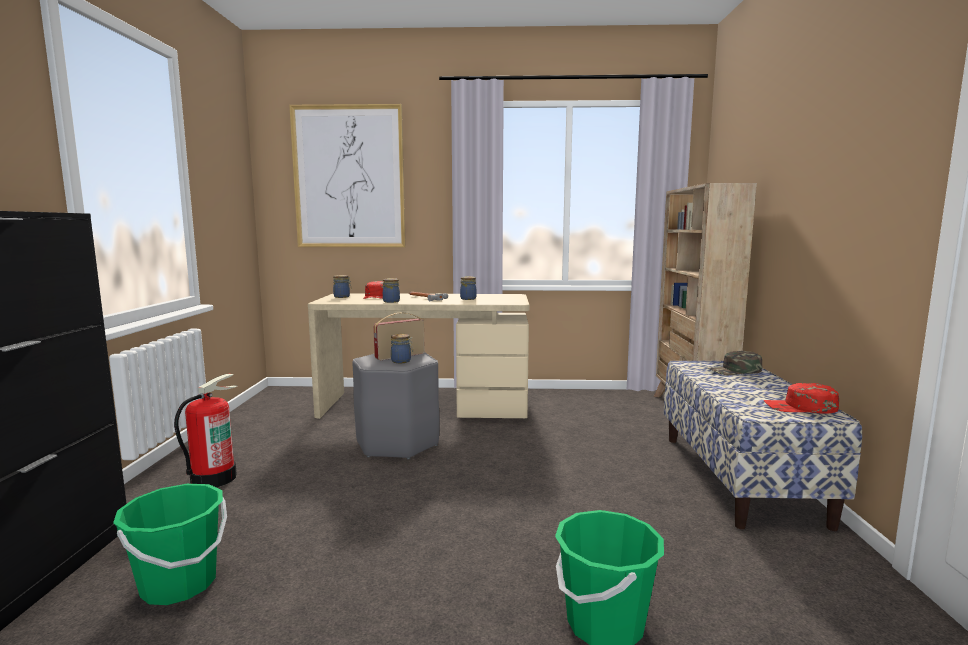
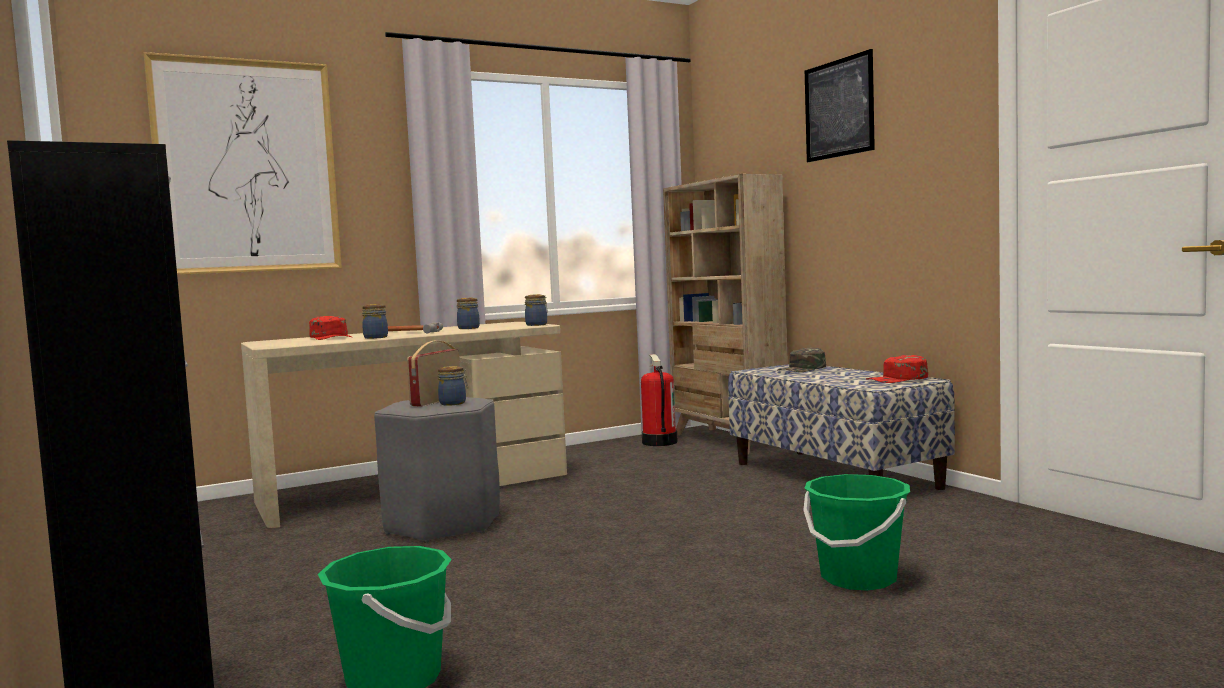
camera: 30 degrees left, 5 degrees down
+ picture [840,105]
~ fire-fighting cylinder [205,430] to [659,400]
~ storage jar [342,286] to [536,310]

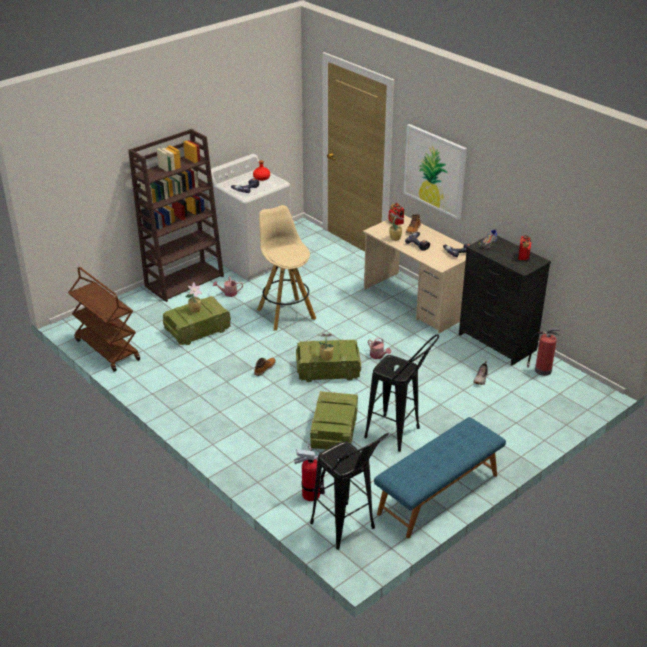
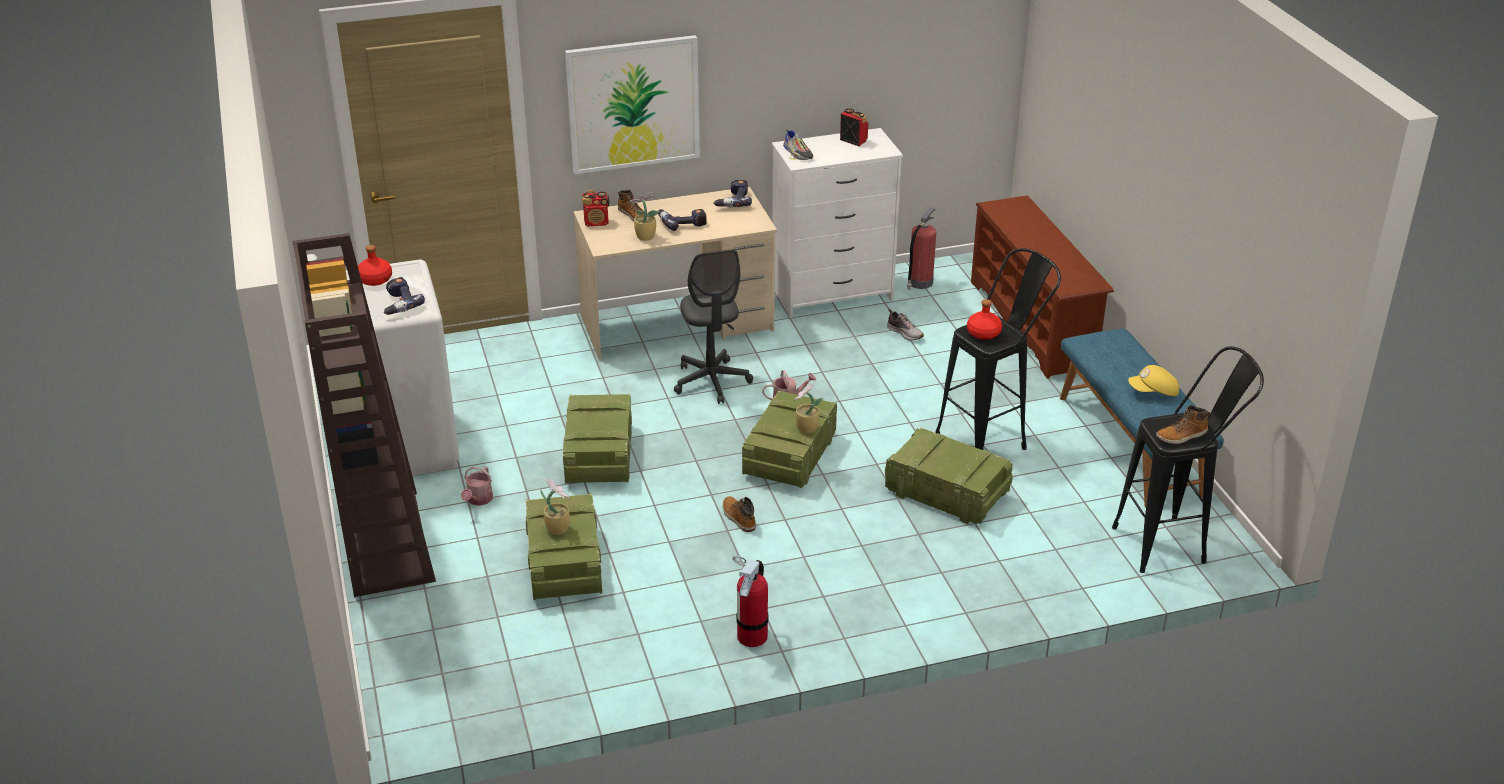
camera: 65 degrees left, 0 degrees up
- cart (brown) [104,319]
+ computer chair (greyish) [713,326]
+ beverage bottle (red) [984,319]
+ shoe shelf (brown) [1042,286]
+ cap (yellow) [1153,380]
+ high-top boot [1183,424]
~ fire-fighting cylinder [310,472] to [751,601]
~ sitting stool (beige) [286,267] to crate [597,438]
~ chest of drawers (blackish) [505,301] to chest of drawers (white-coloured) [837,223]

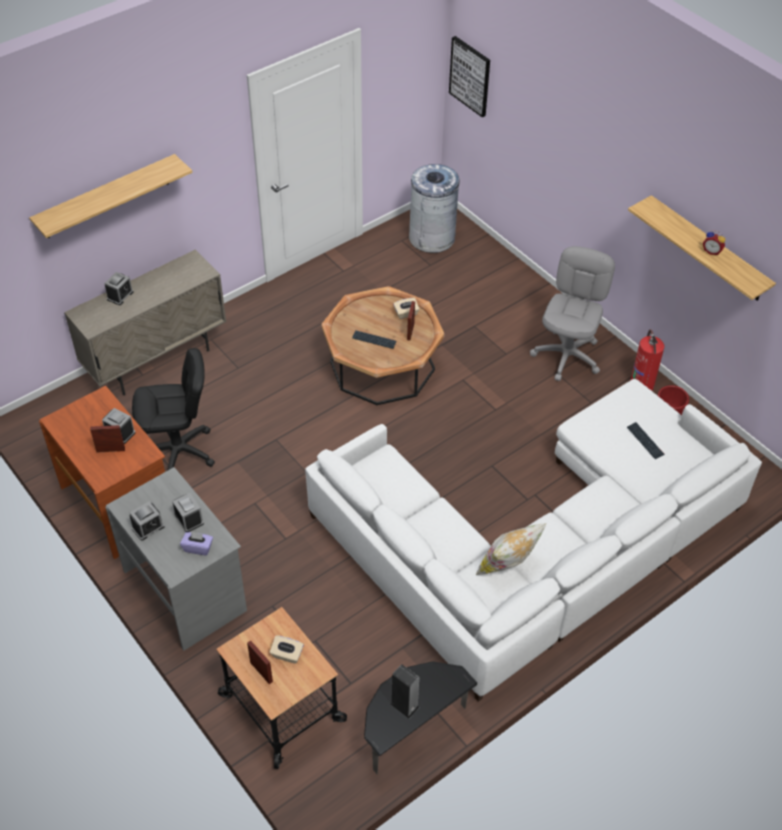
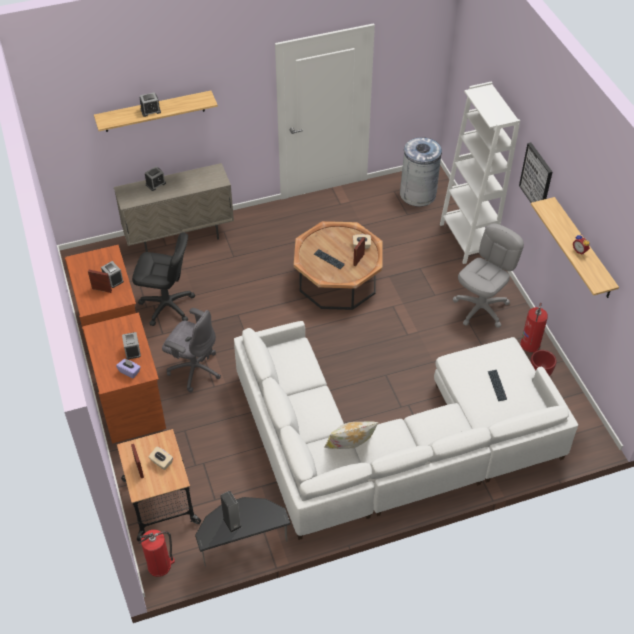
camera: 20 degrees right, 0 degrees up
+ fire-fighting cylinder [156,553]
+ computer chair (greyish) [191,350]
+ bookshelf (white-coloured) [480,172]
~ table clock [147,521] to [150,104]
~ picture [469,76] to [535,173]
~ desk table (greyish) [176,559] to desk table (brown) [124,378]

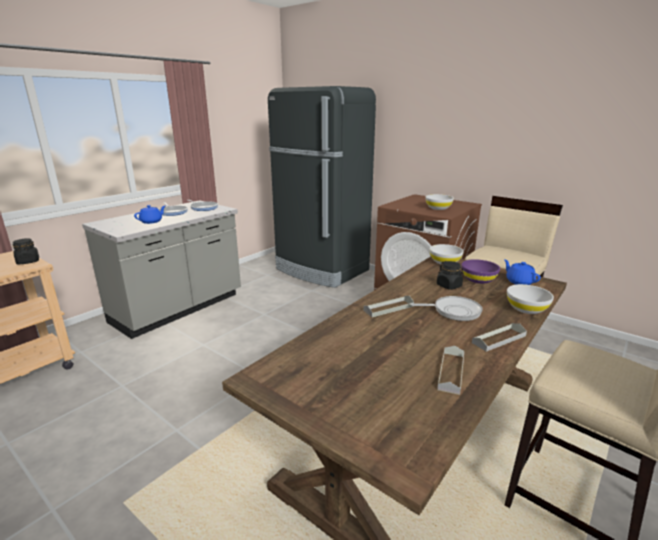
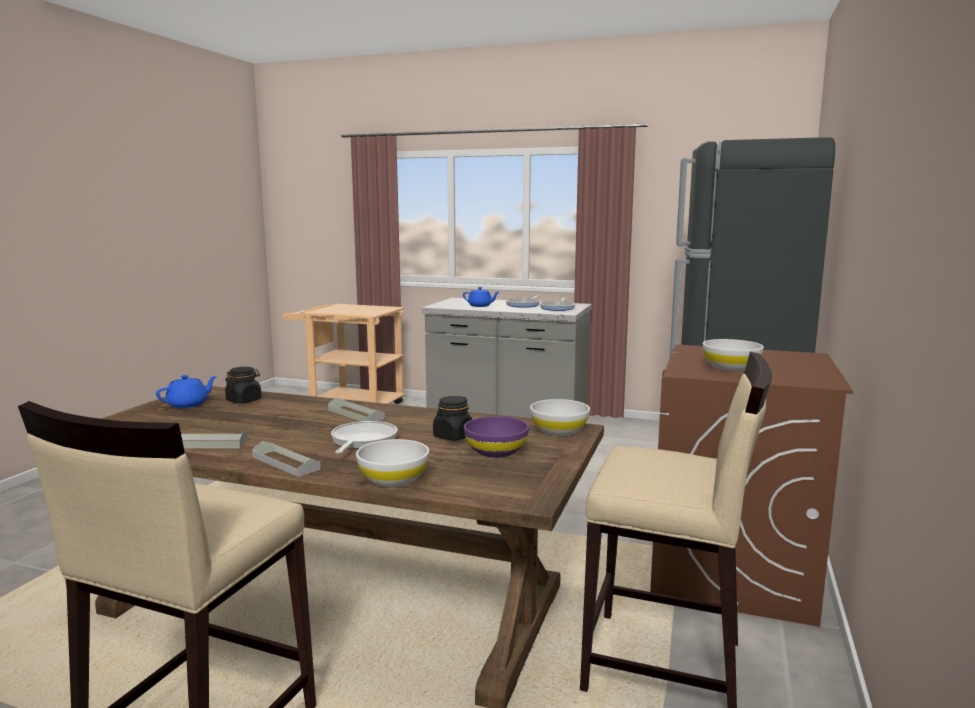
camera: 70 degrees right, 10 degrees down
~ storage jar (blackish) [26,251] to [243,385]
~ pot for tea (blue) [522,272] to [186,391]
~ skillet [446,308] = [364,437] 150 degrees counterclockwise

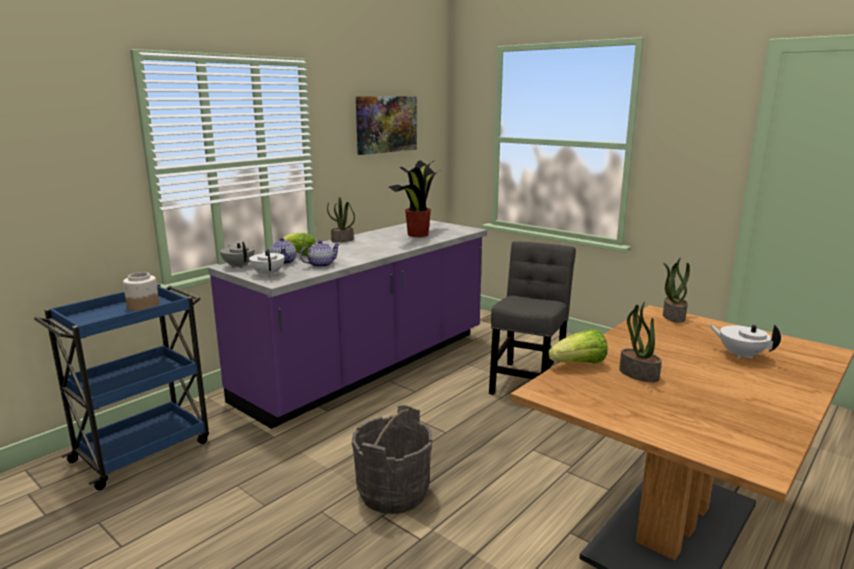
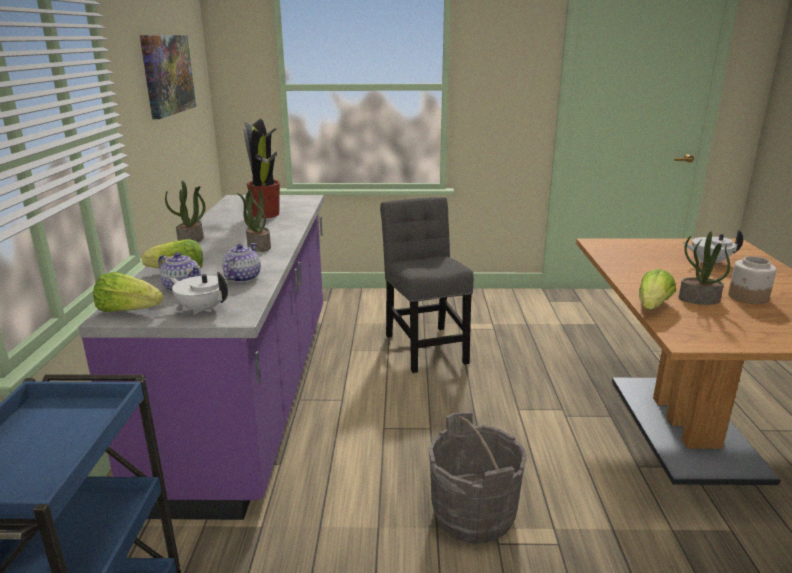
camera: 40 degrees left, 5 degrees up
~ storage jar [141,291] to [752,280]
~ houseplant [676,290] to [254,218]
~ pot for tea (greyish) [237,254] to head of lettuce [128,292]

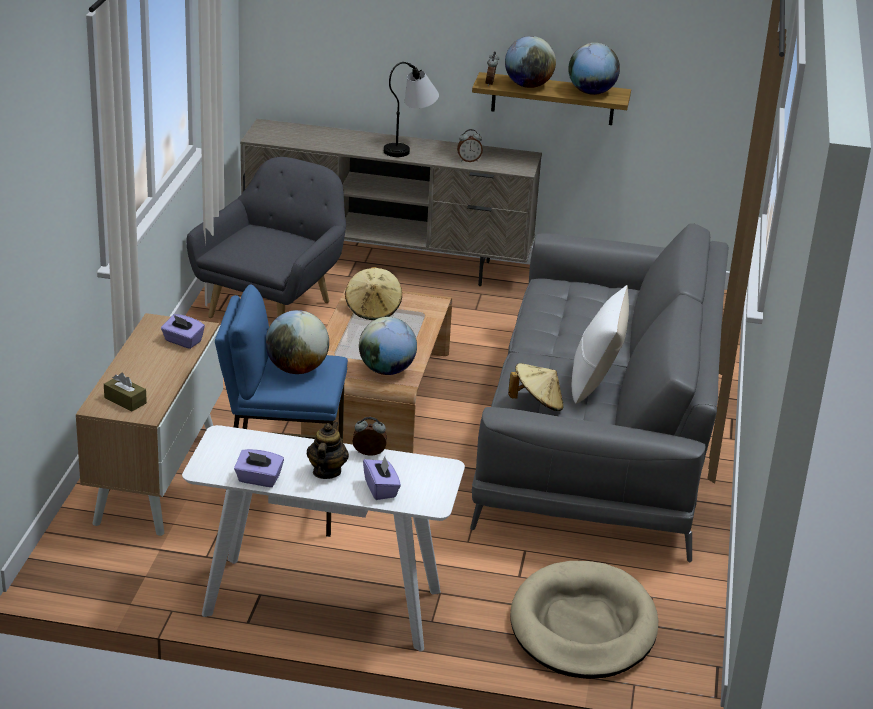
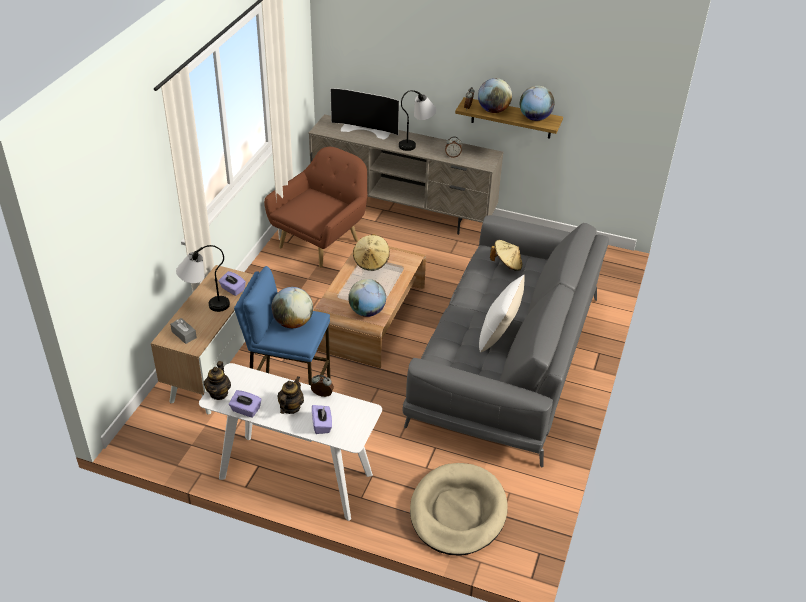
camera: 10 degrees right, 10 degrees up
+ lamp for a table [203,278]
+ pot for tea [217,380]
+ television [364,114]
~ wearable hat (beige) [536,387] to [506,255]
~ tissue holder (brown) [125,392] to tissue holder (greyish) [183,331]
~ armchair (greyish) [266,237] to armchair (brown) [315,207]

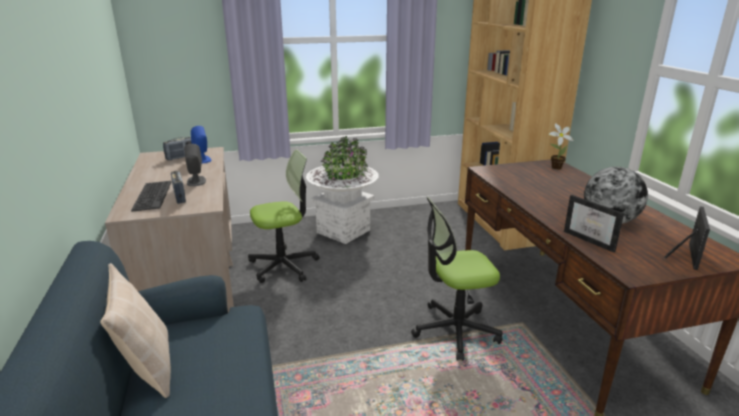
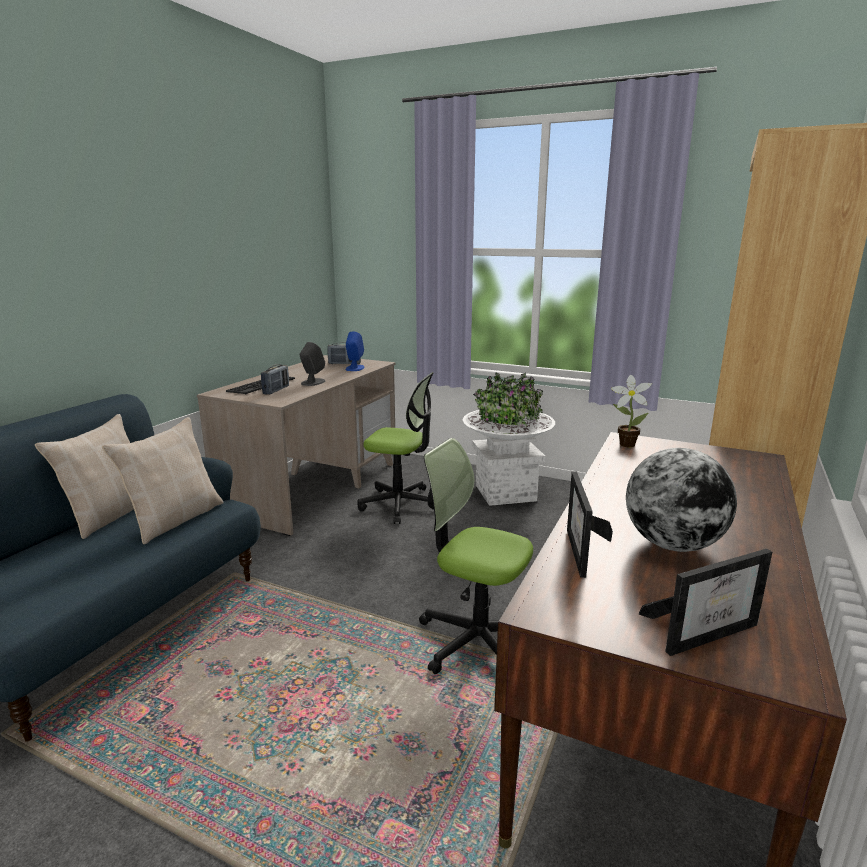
camera: 40 degrees right, 5 degrees down
+ cushion (beige) [163,480]
~ houseplant [561,146] to [631,411]

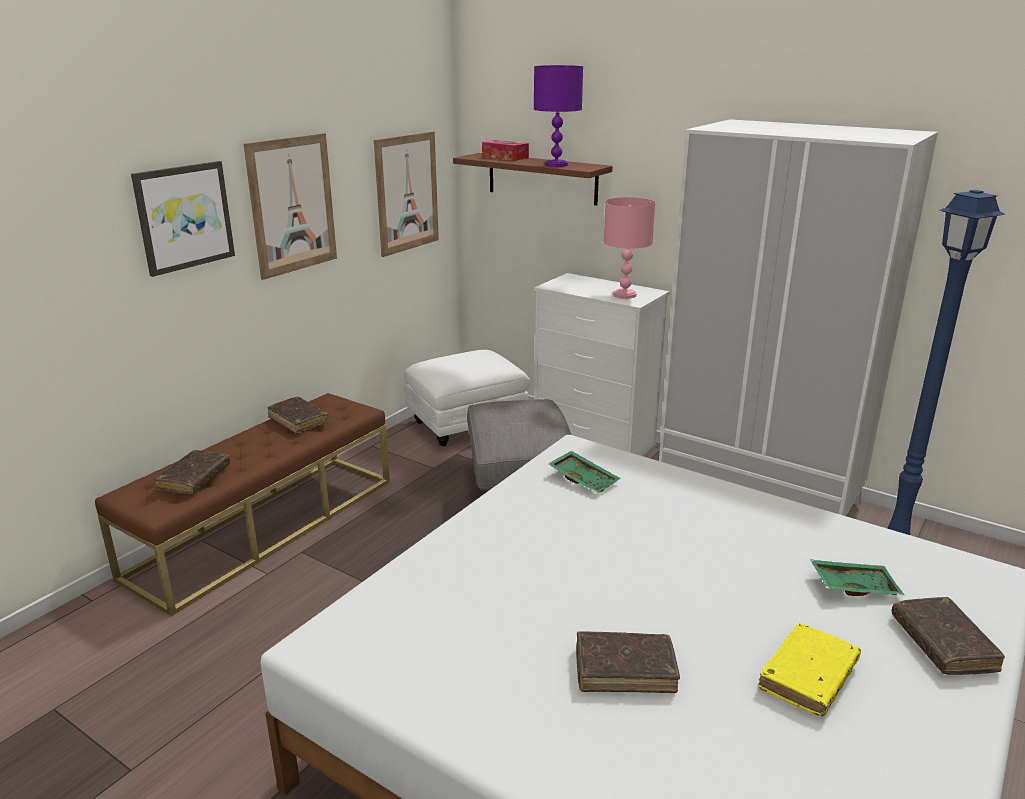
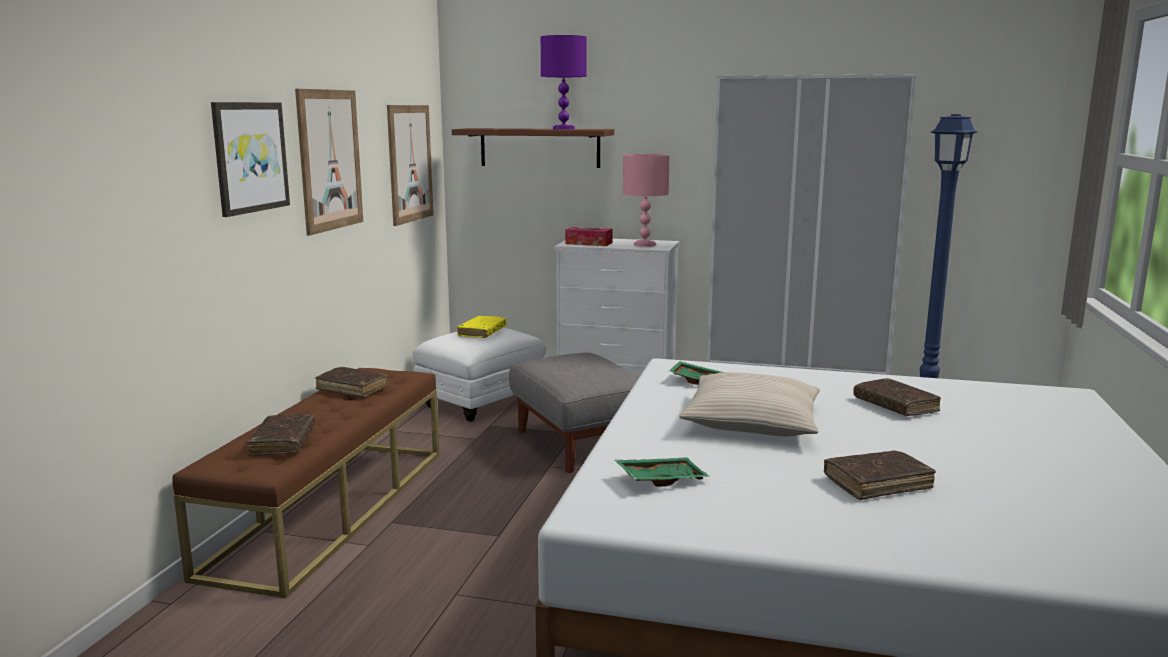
camera: 20 degrees left, 10 degrees down
+ cushion (beige) [749,404]
~ tissue holder [505,150] to [589,236]
~ book (yellow) [810,669] to [481,327]
~ serving tray (green) [857,577] to [662,472]
~ book (brown) [948,636] to [897,397]

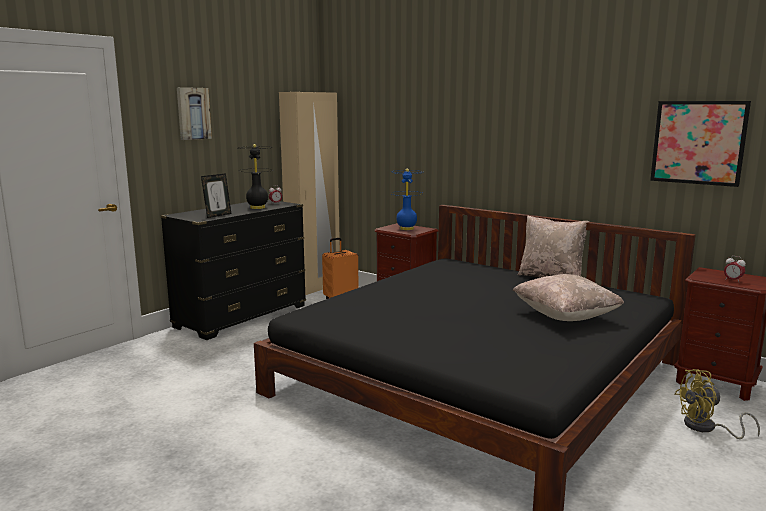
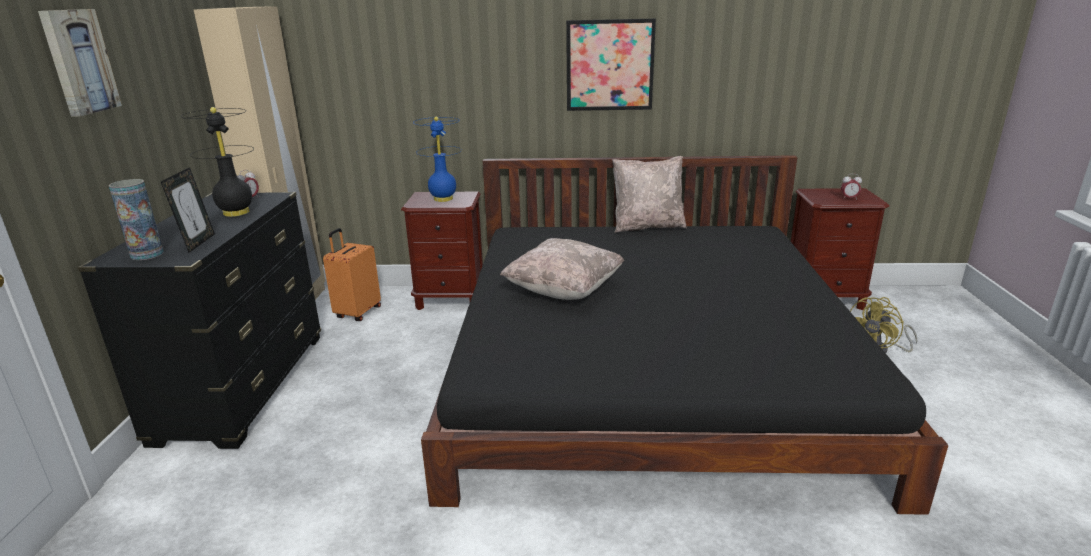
camera: 35 degrees left, 10 degrees up
+ flower vase [136,219]
~ cushion (beige) [568,297] to [562,269]
~ picture [700,144] to [611,65]

